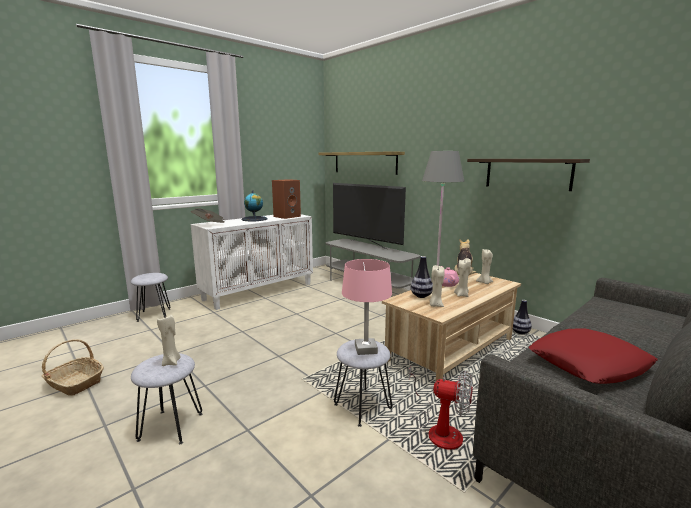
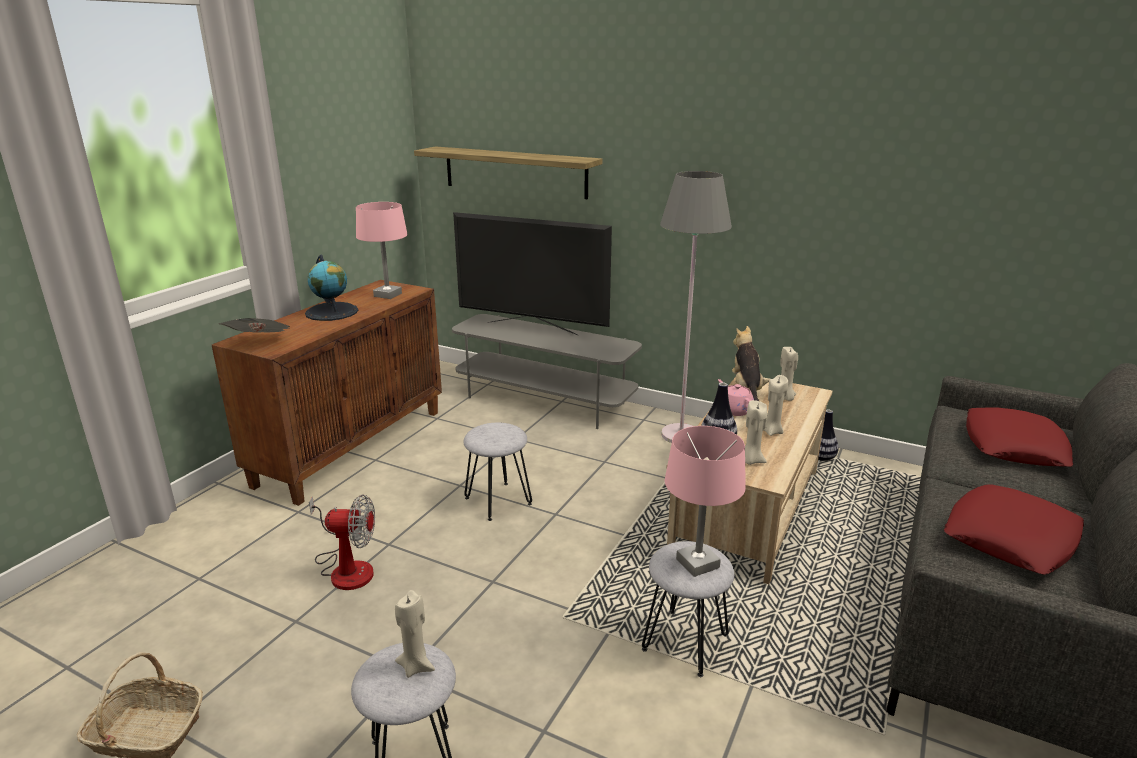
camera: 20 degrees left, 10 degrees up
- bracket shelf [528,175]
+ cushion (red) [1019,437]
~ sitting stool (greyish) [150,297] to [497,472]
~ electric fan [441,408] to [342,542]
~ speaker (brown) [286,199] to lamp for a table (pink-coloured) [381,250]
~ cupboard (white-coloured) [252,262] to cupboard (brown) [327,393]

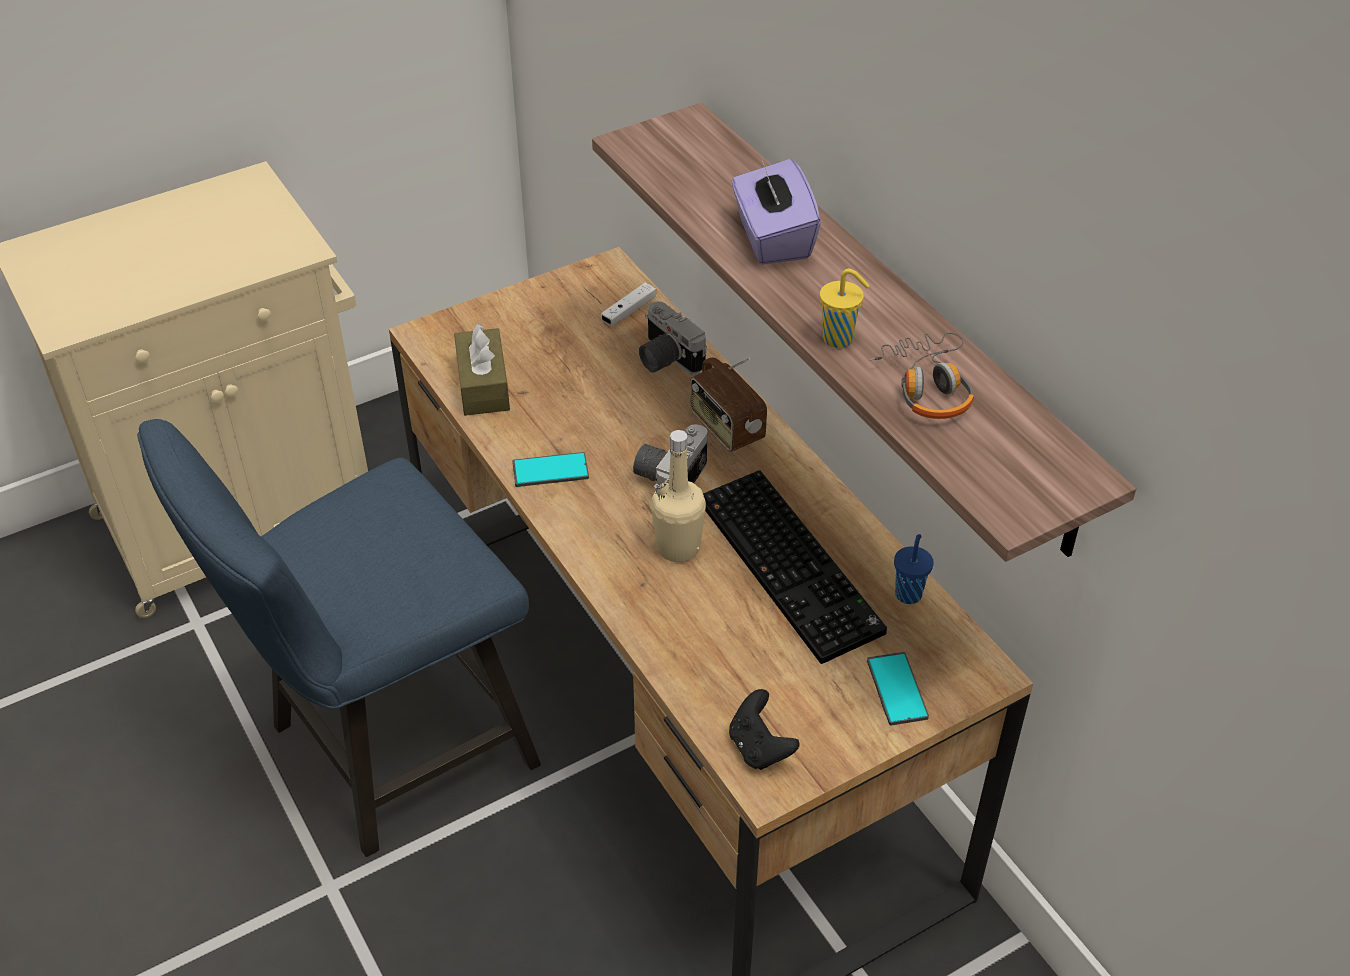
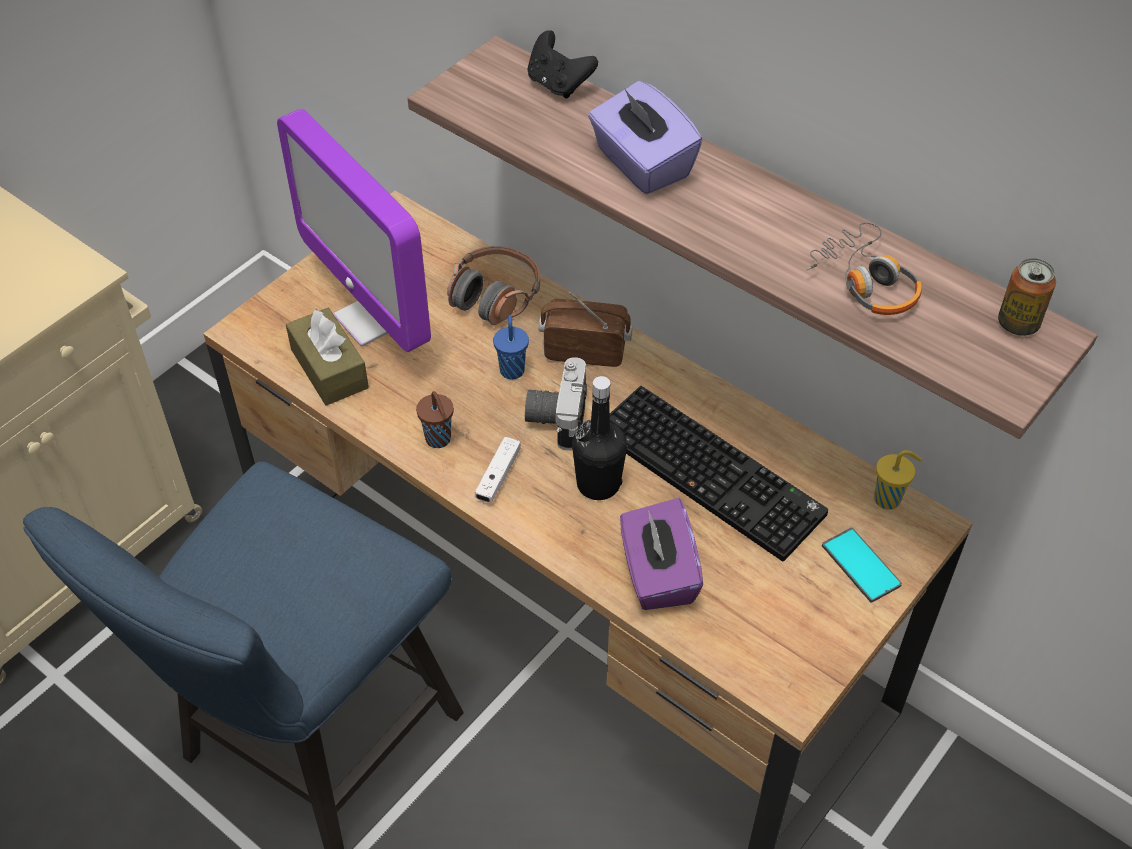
camera: 20 degrees left, 5 degrees up
+ computer display [354,230]
+ tissue holder (purplish) [661,554]
+ sealed can [1027,297]
~ joypad (white-coloured) [628,304] to [498,470]
~ joypad (blackish) [764,729] to [563,64]
~ cup (yellow) [844,308] to [898,480]
~ cup (blue) [914,569] to [511,347]
~ phone [550,469] to cup (brown) [435,419]
~ photo camera [673,338] to headphones [493,285]
~ beverage bottle (beige) [678,496] to beverage bottle (blackish) [599,438]
~ radio [728,405] = [585,329] 150 degrees clockwise

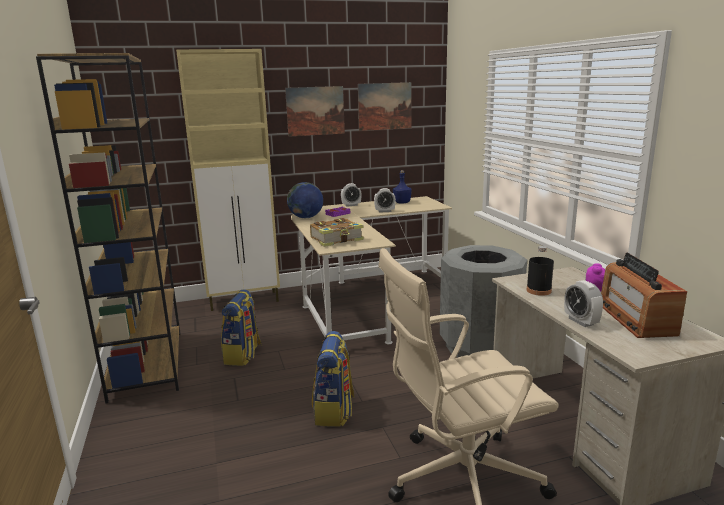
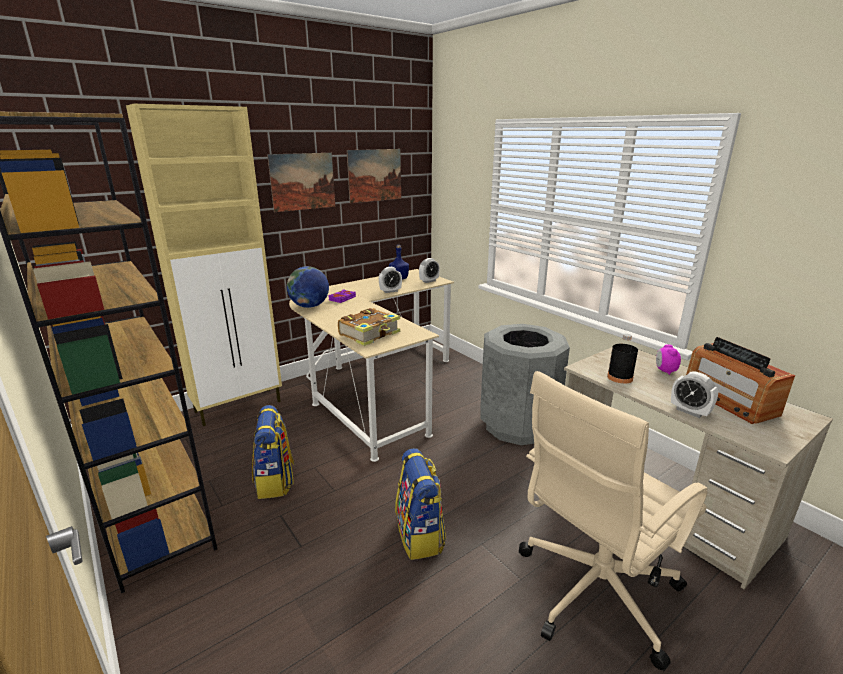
camera: 20 degrees left, 5 degrees up
~ table clock [351,195] to [429,270]

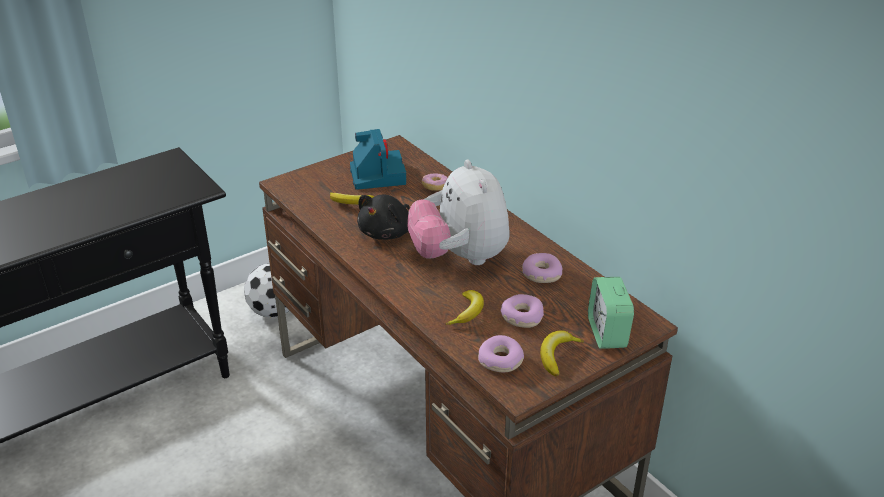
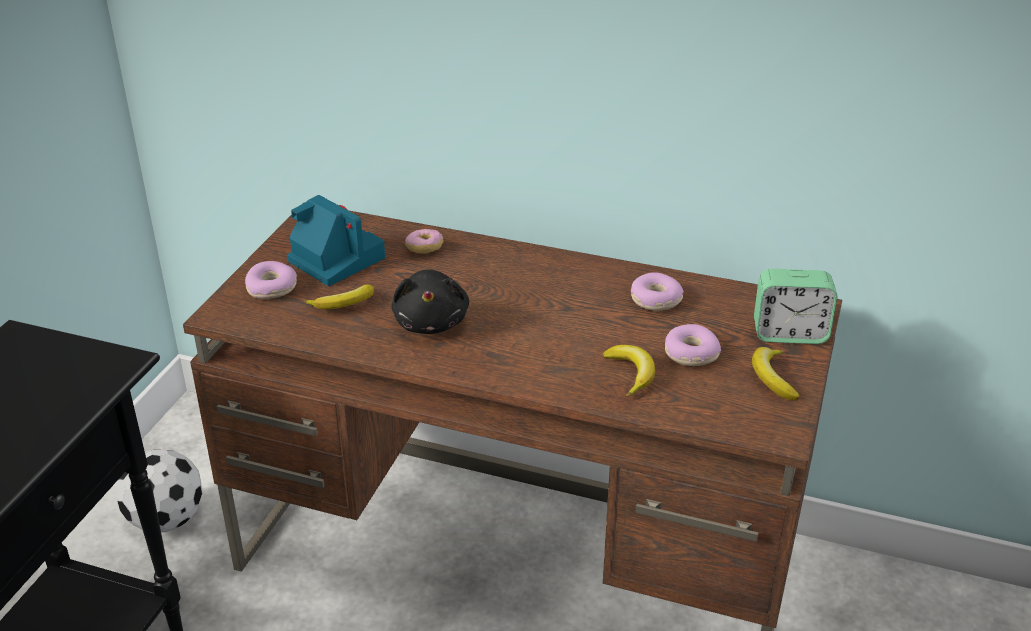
camera: 35 degrees left, 0 degrees up
- cuddly toy [458,212]
~ ring doughnut [501,353] to [271,280]
~ table clock [611,313] = [795,306] 45 degrees counterclockwise

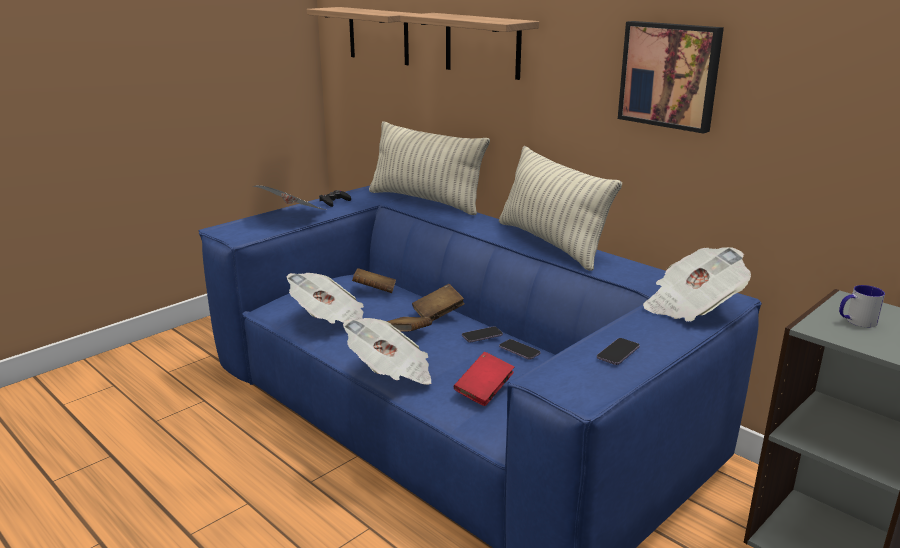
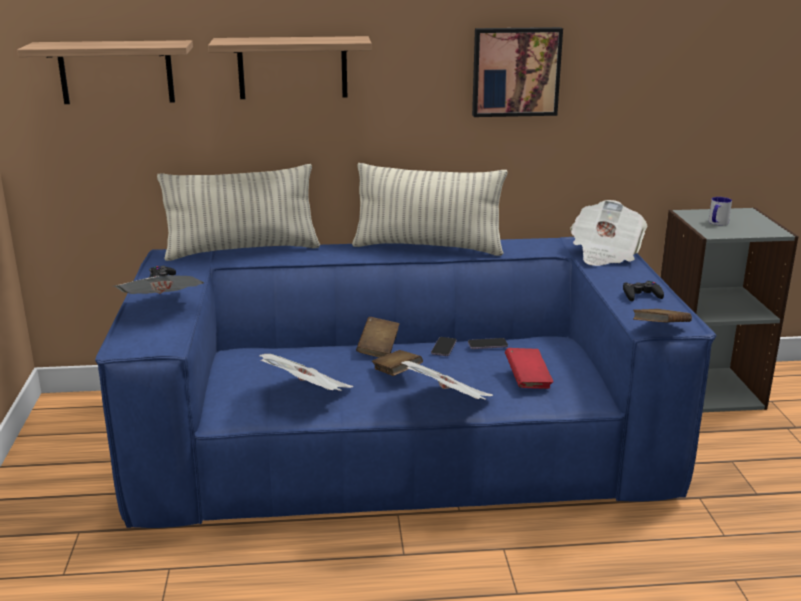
camera: 50 degrees left, 0 degrees up
~ book (brown) [374,280] to [662,315]
~ phone [618,351] to joypad (blackish) [643,291]

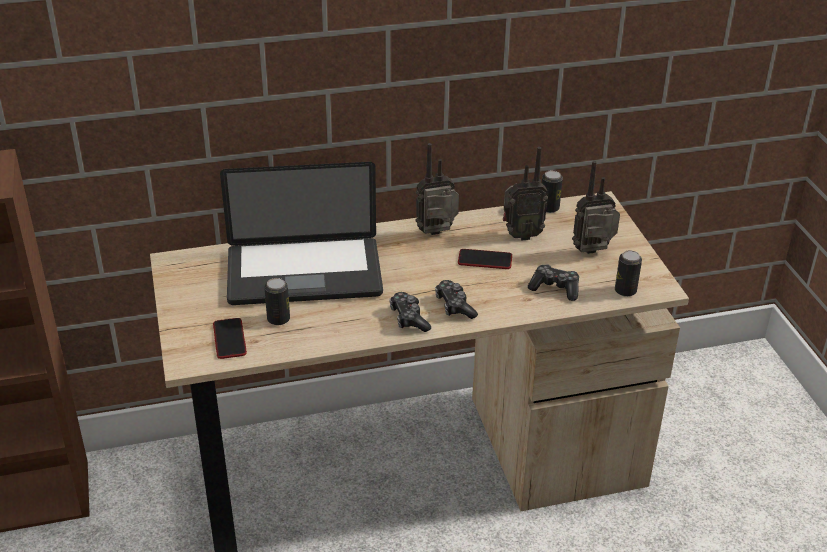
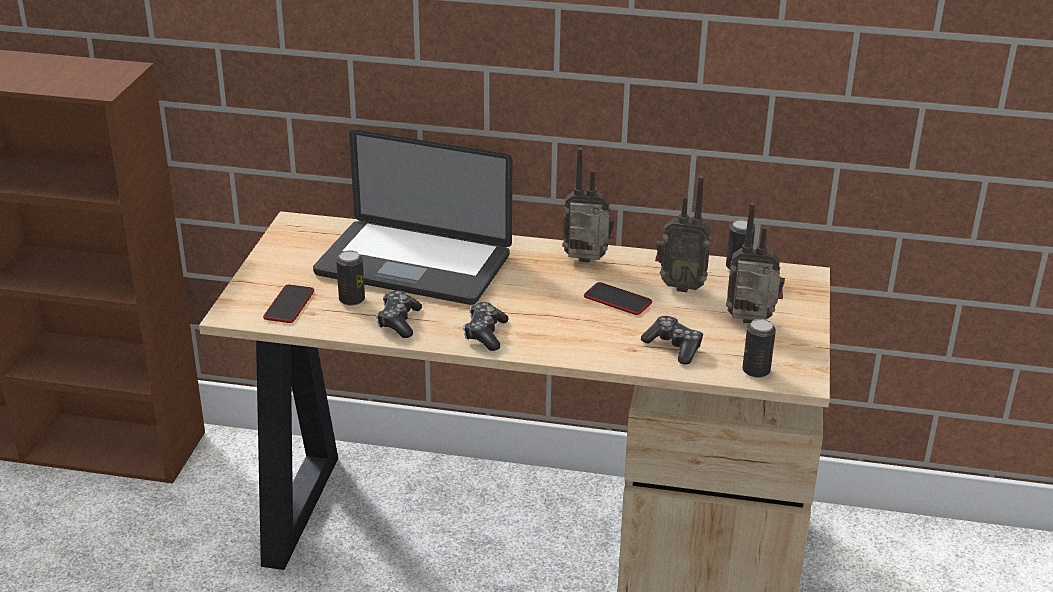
camera: 25 degrees right, 5 degrees down
~ joypad [456,299] to [399,314]

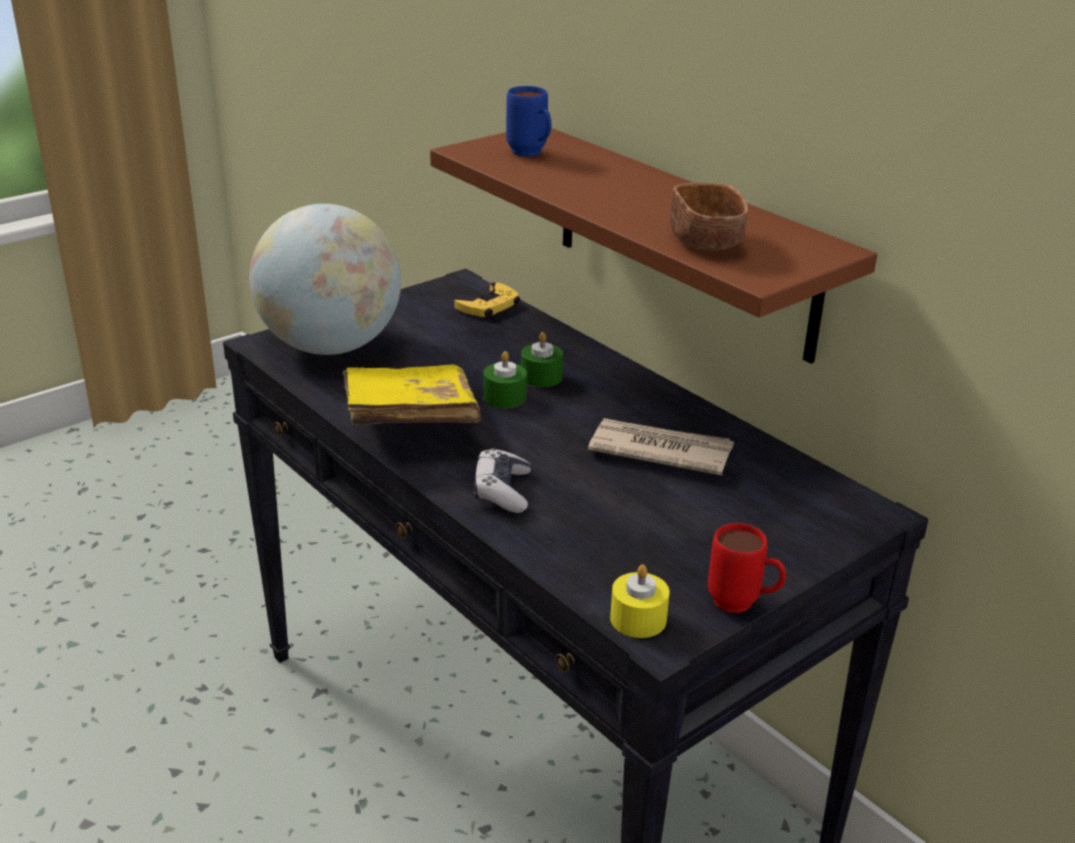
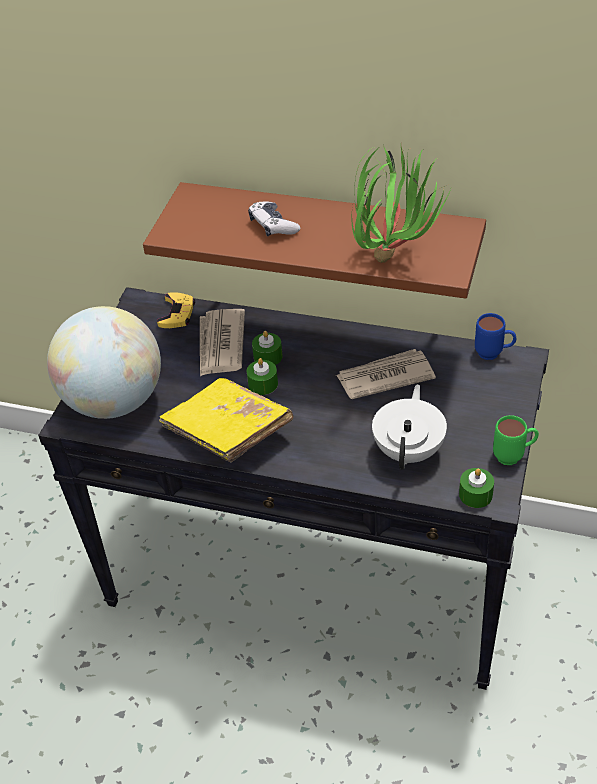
camera: 30 degrees left, 15 degrees up
+ newspaper [222,342]
+ pot for tea (white-coloured) [409,427]
~ joypad [502,481] to [274,219]
~ coffee mug (blue) [529,121] to [496,336]
~ deep dish (brown) [709,216] to houseplant [401,204]
~ wax candle (yellow) [639,601] to wax candle (green) [476,488]
~ coffee mug (red) [747,568] to coffee mug (green) [516,440]

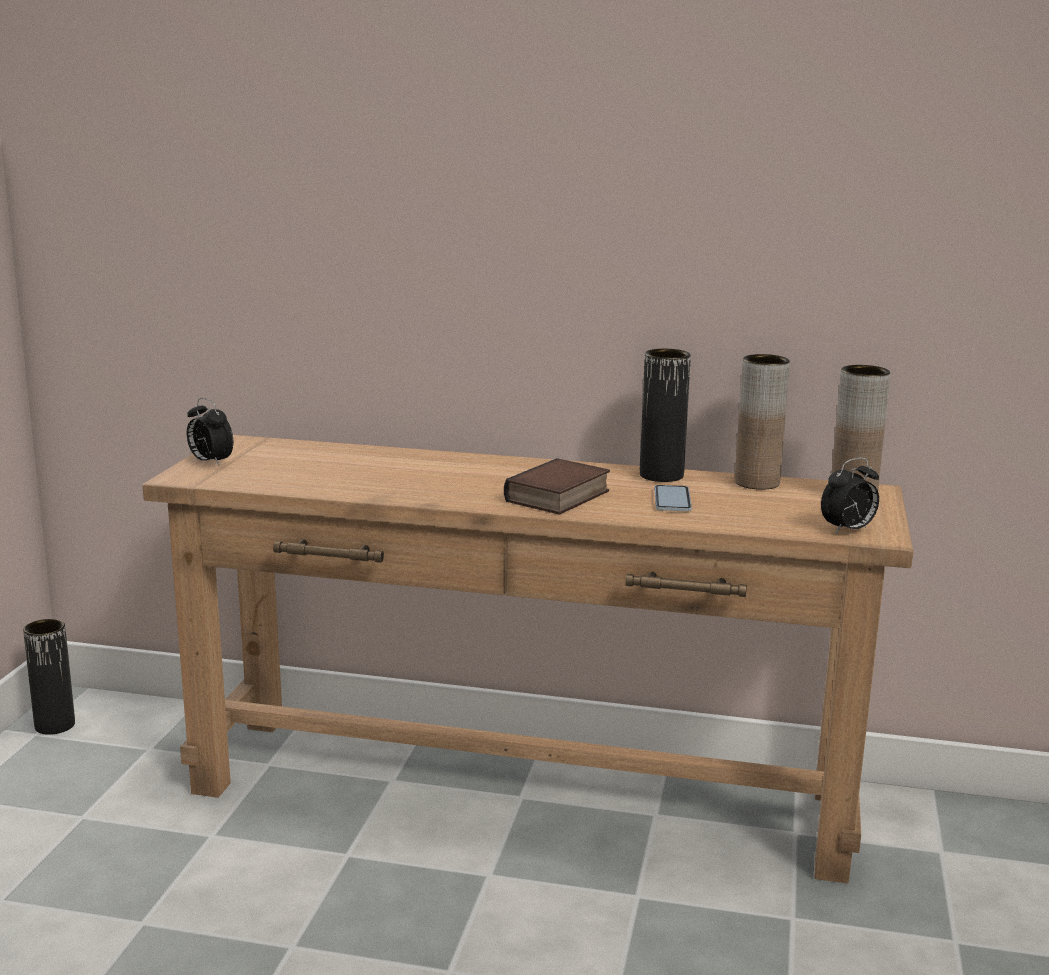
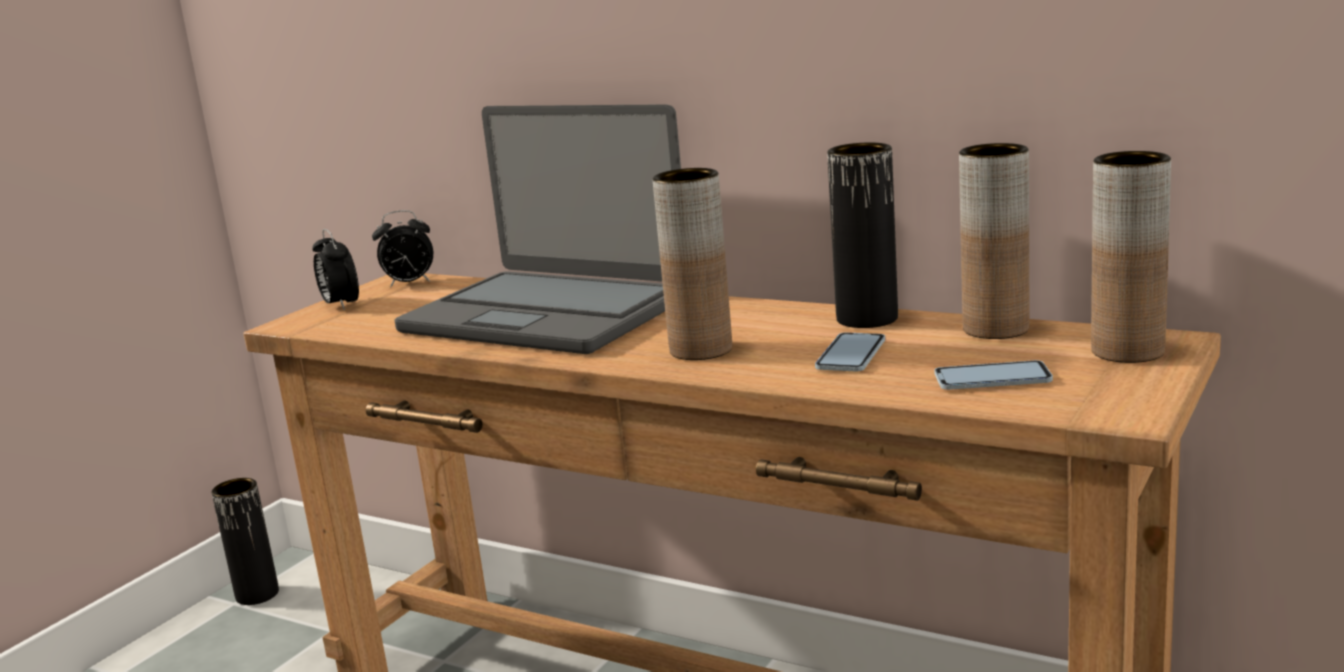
camera: 20 degrees right, 0 degrees up
+ laptop [537,229]
+ phone [993,375]
~ table clock [850,495] to [402,249]
~ book [557,486] to flower vase (brown) [692,264]

